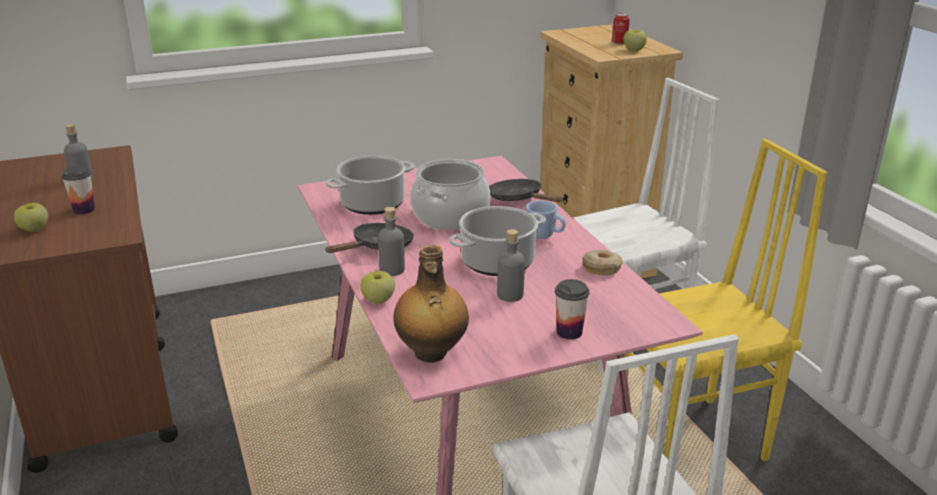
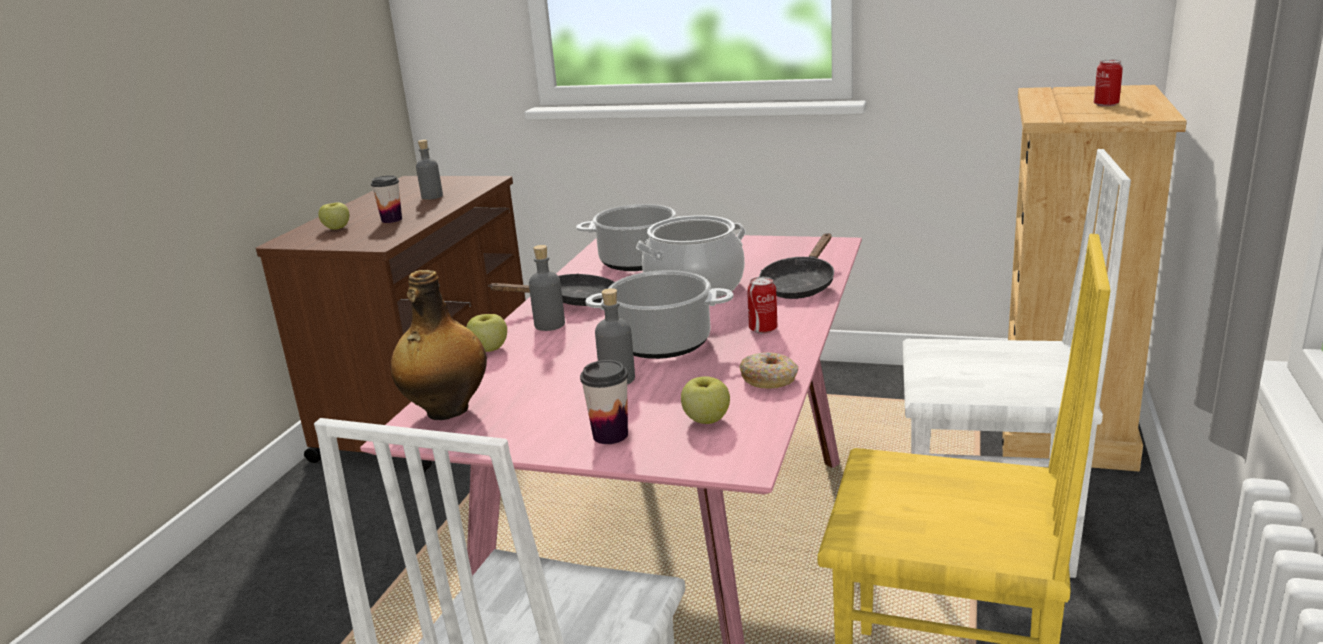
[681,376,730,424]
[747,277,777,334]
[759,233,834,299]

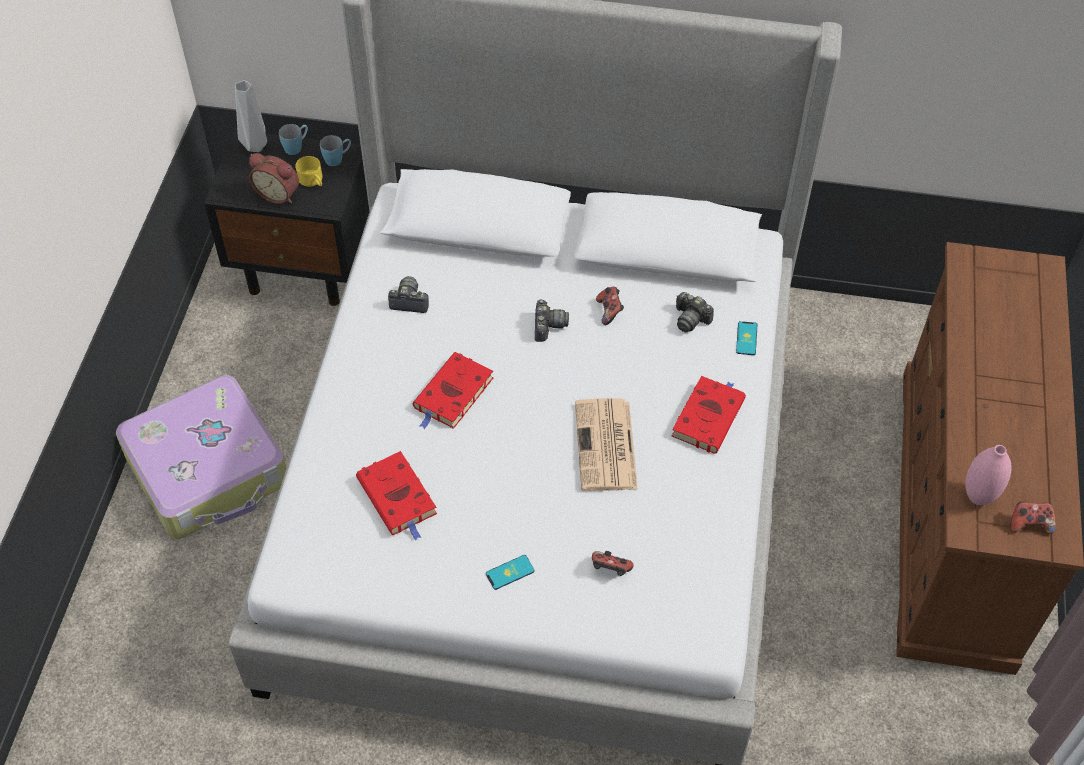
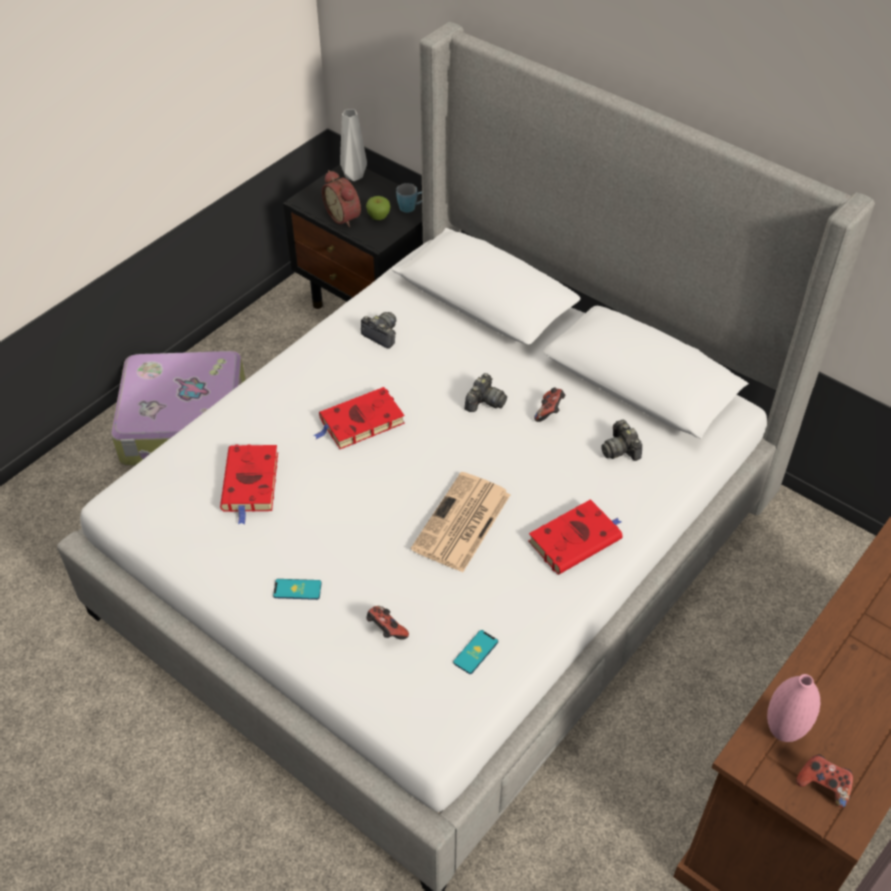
[279,124,308,155] (first image)
[453,630,498,674]
[366,196,391,220]

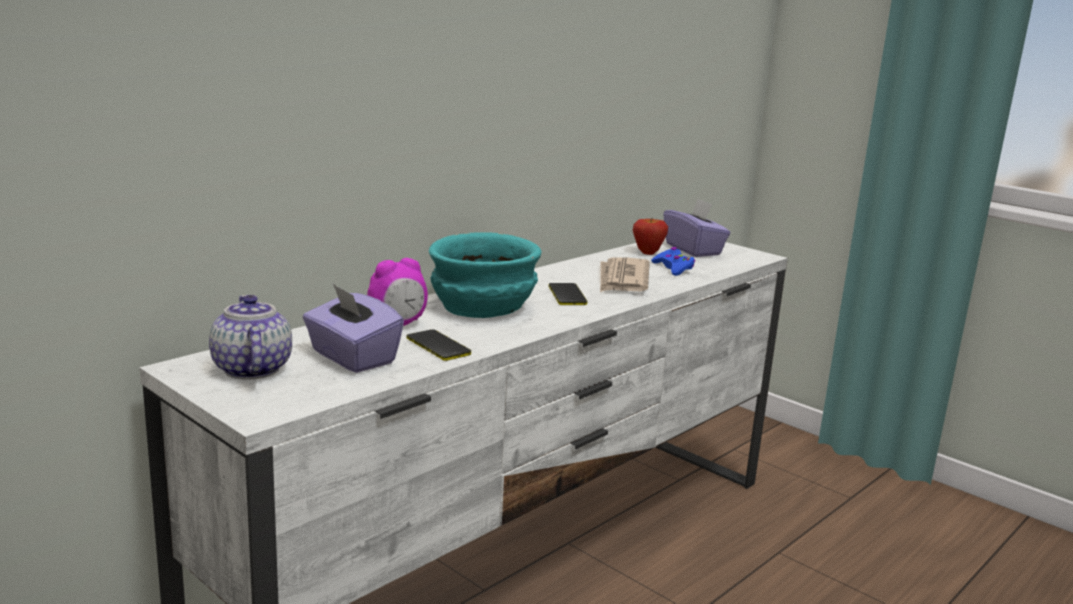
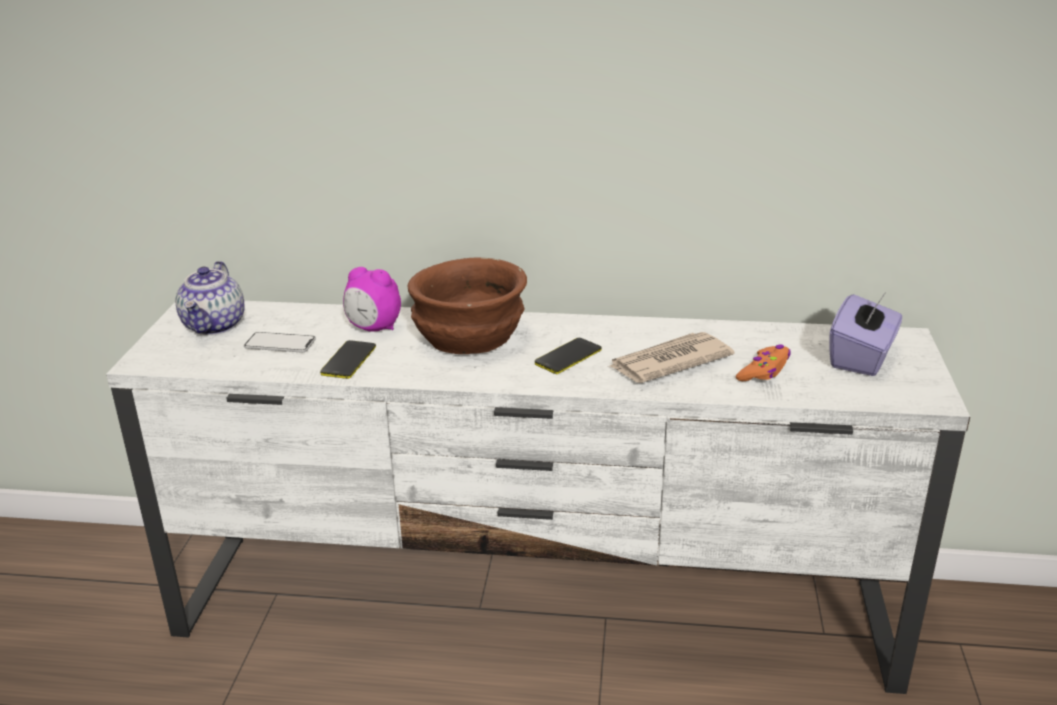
[633,218,668,255] (first image)
[244,332,316,353]
[407,258,527,354]
[736,345,791,381]
[176,261,245,335]

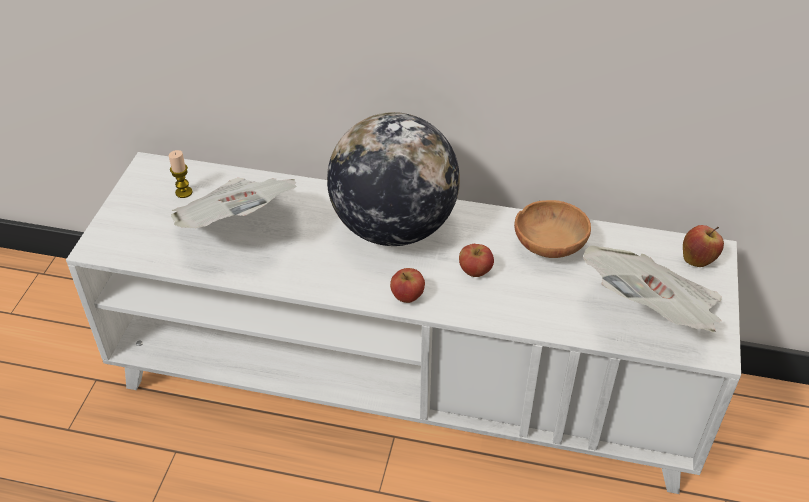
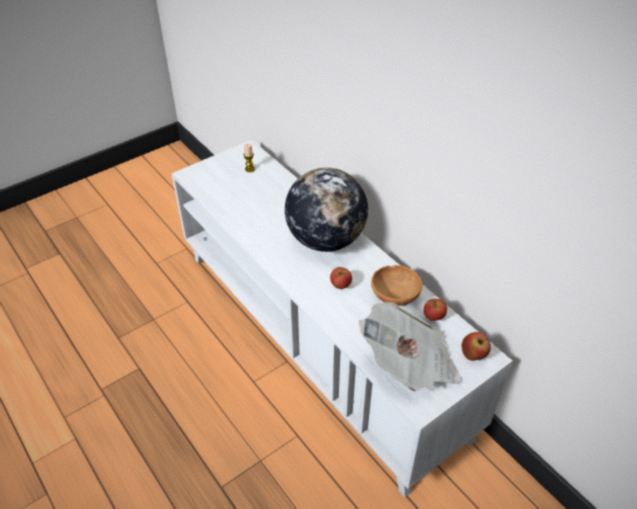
[171,178,297,228] (first image)
[424,299,447,321]

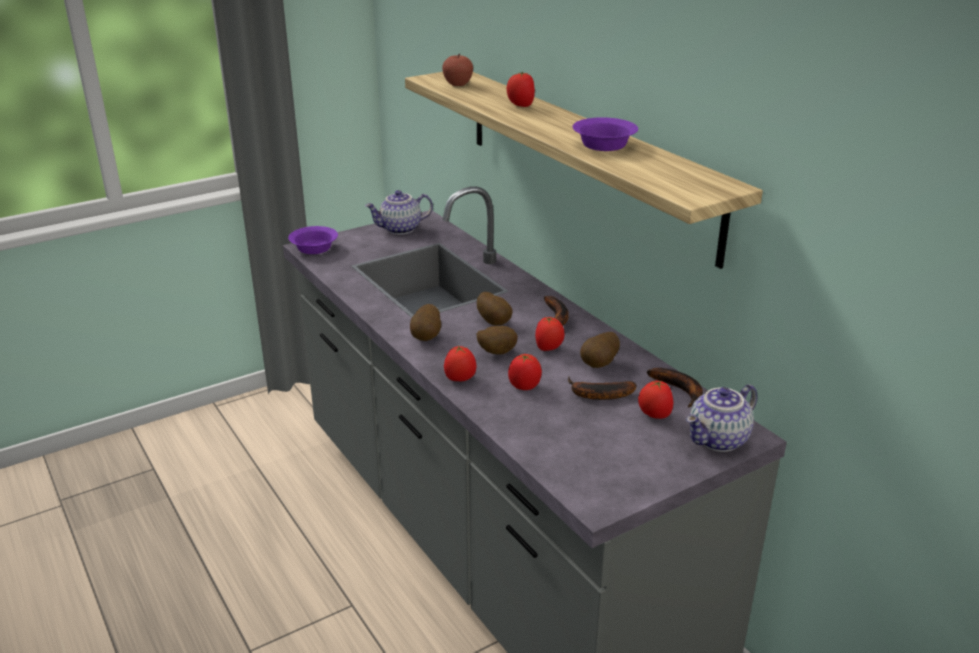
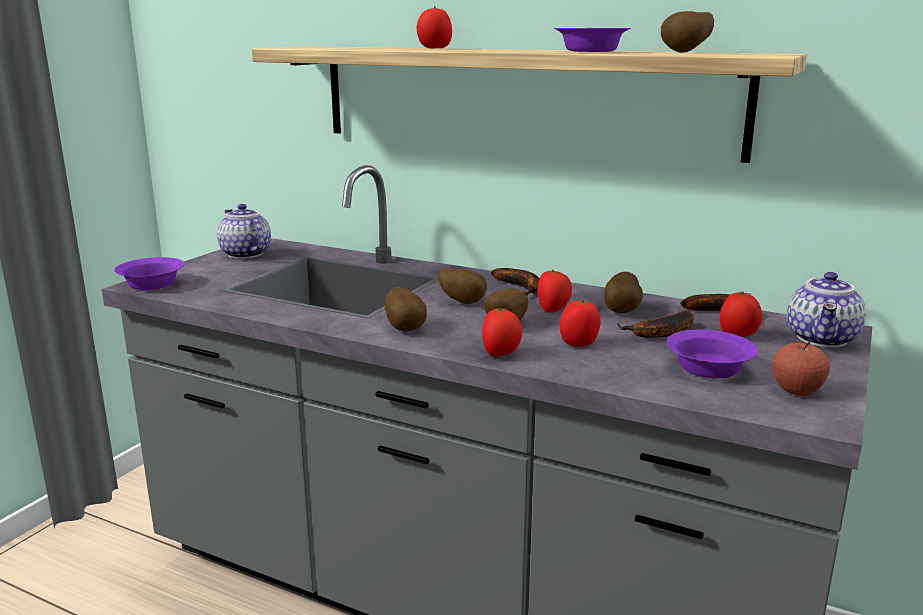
[661,11,714,53]
[666,330,758,378]
[772,341,830,396]
[217,204,271,259]

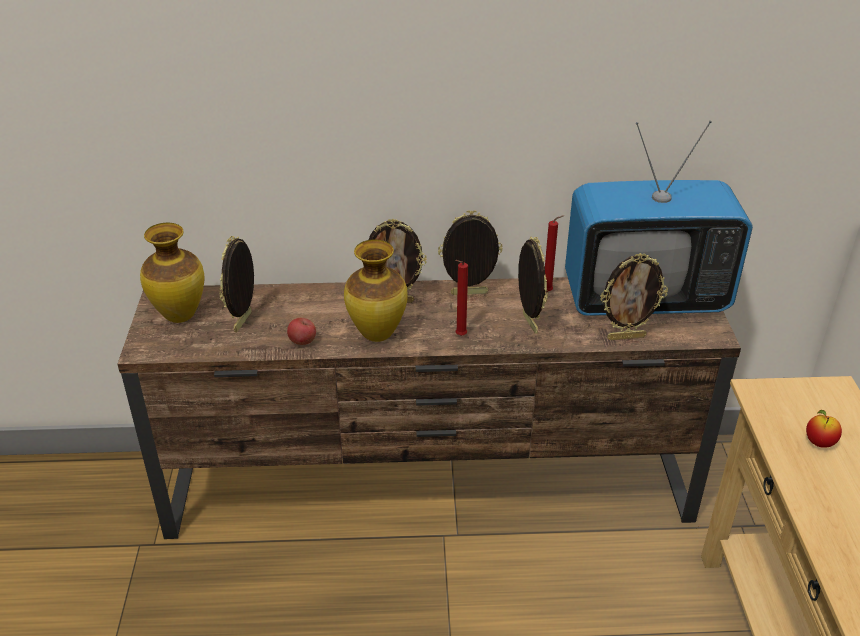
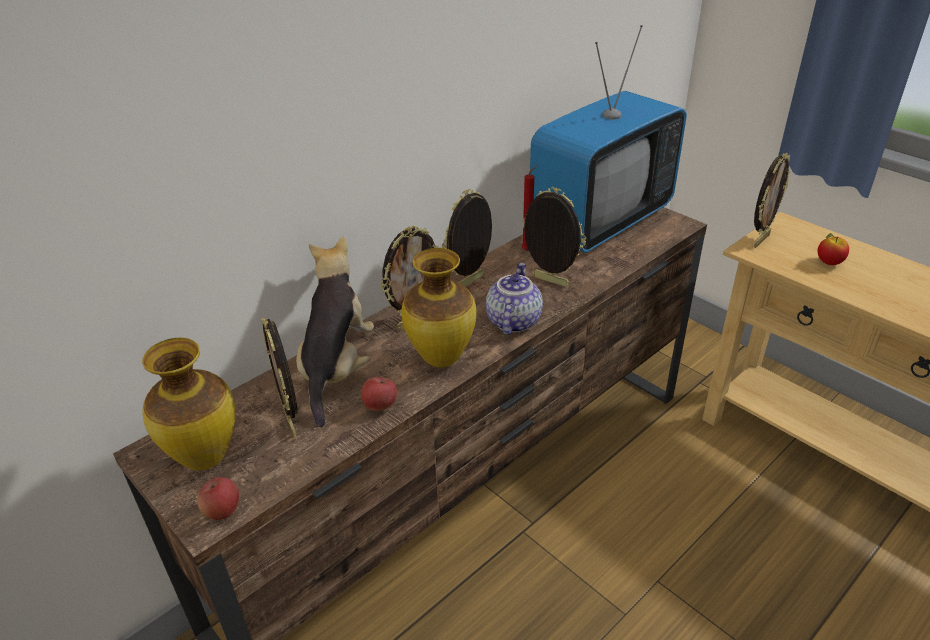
[197,477,239,520]
[296,237,374,427]
[754,153,790,248]
[486,262,543,335]

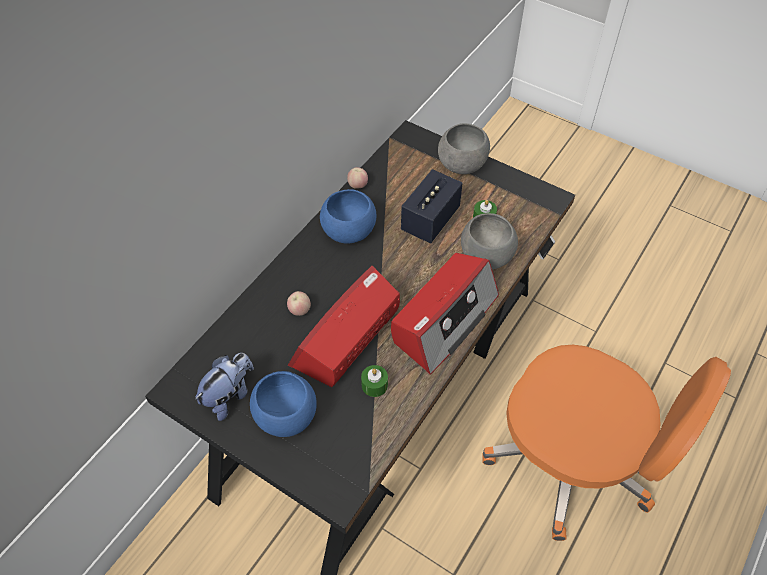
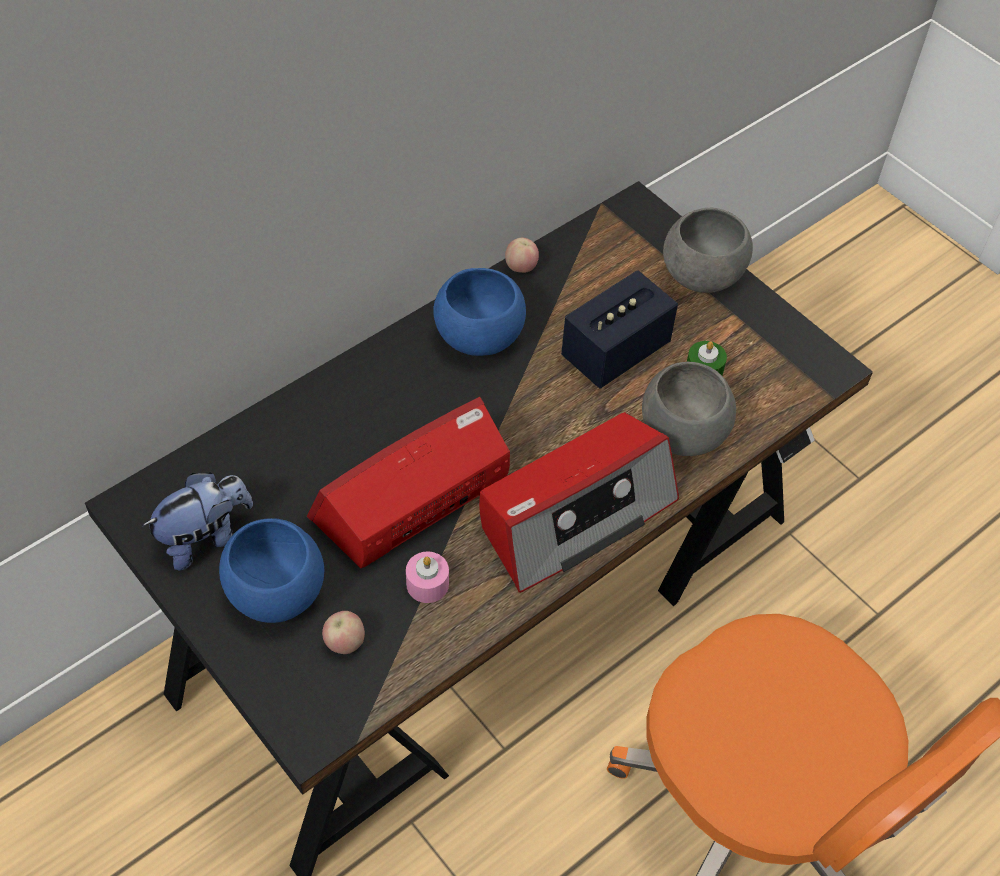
[322,611,365,654]
[406,552,449,603]

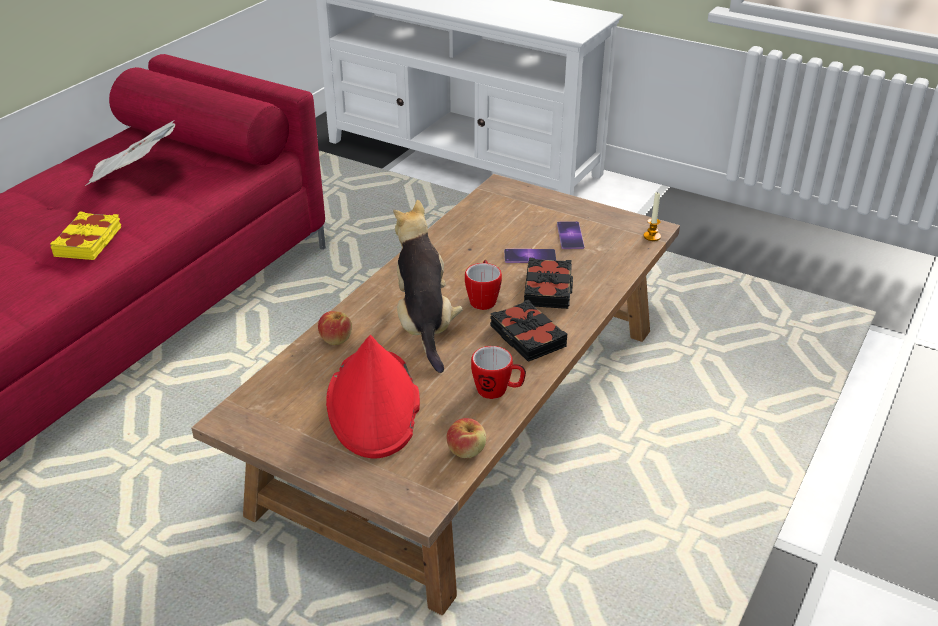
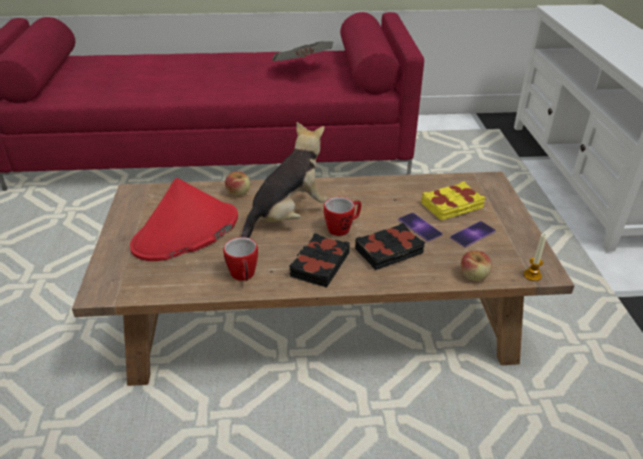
[421,182,485,220]
[461,251,492,281]

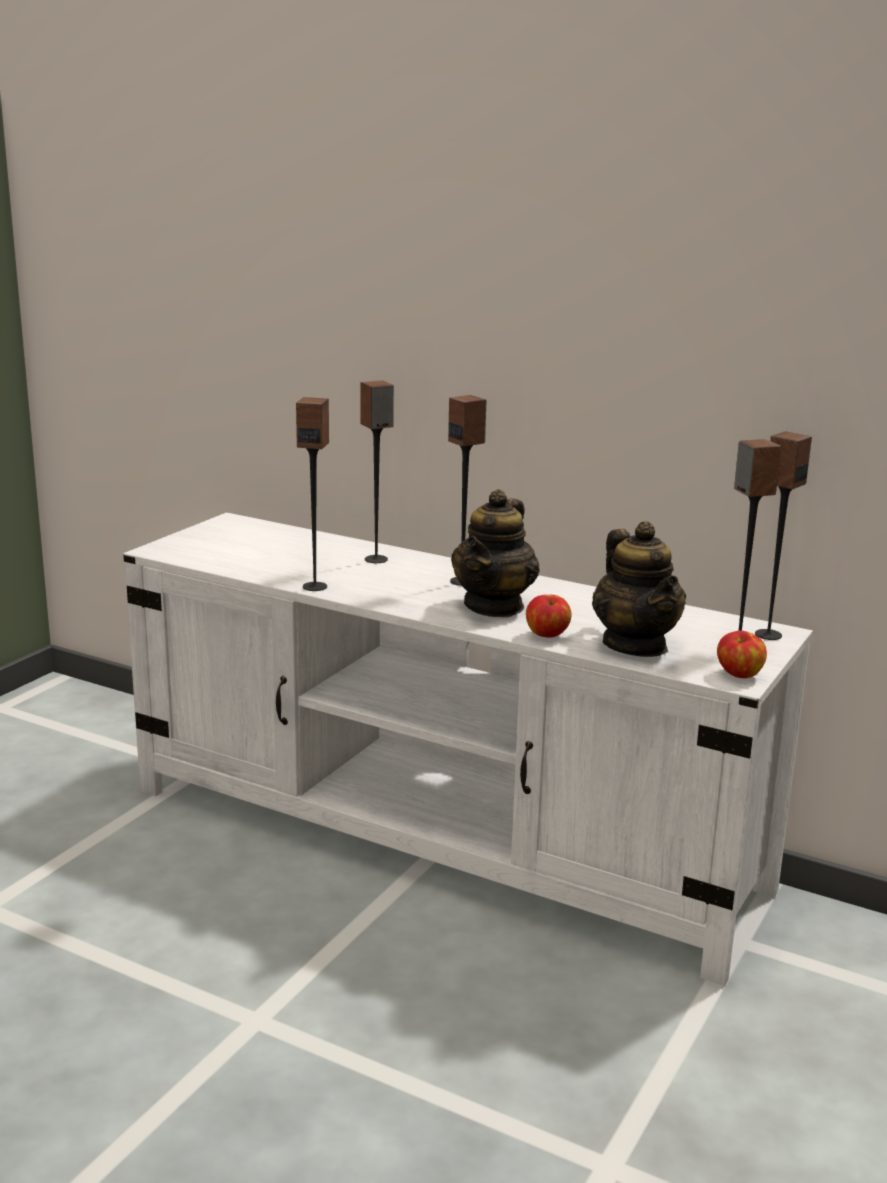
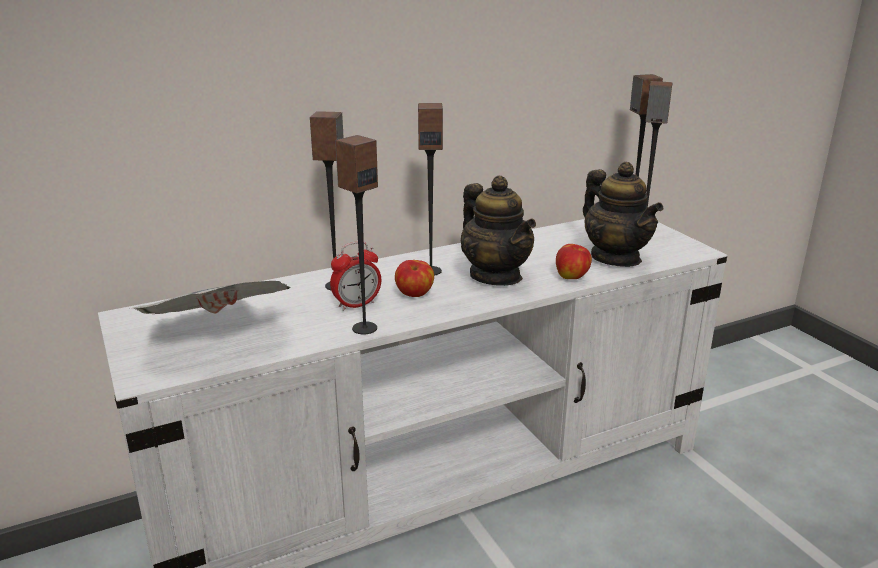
[134,281,291,314]
[330,242,381,311]
[395,260,434,297]
[583,162,664,267]

